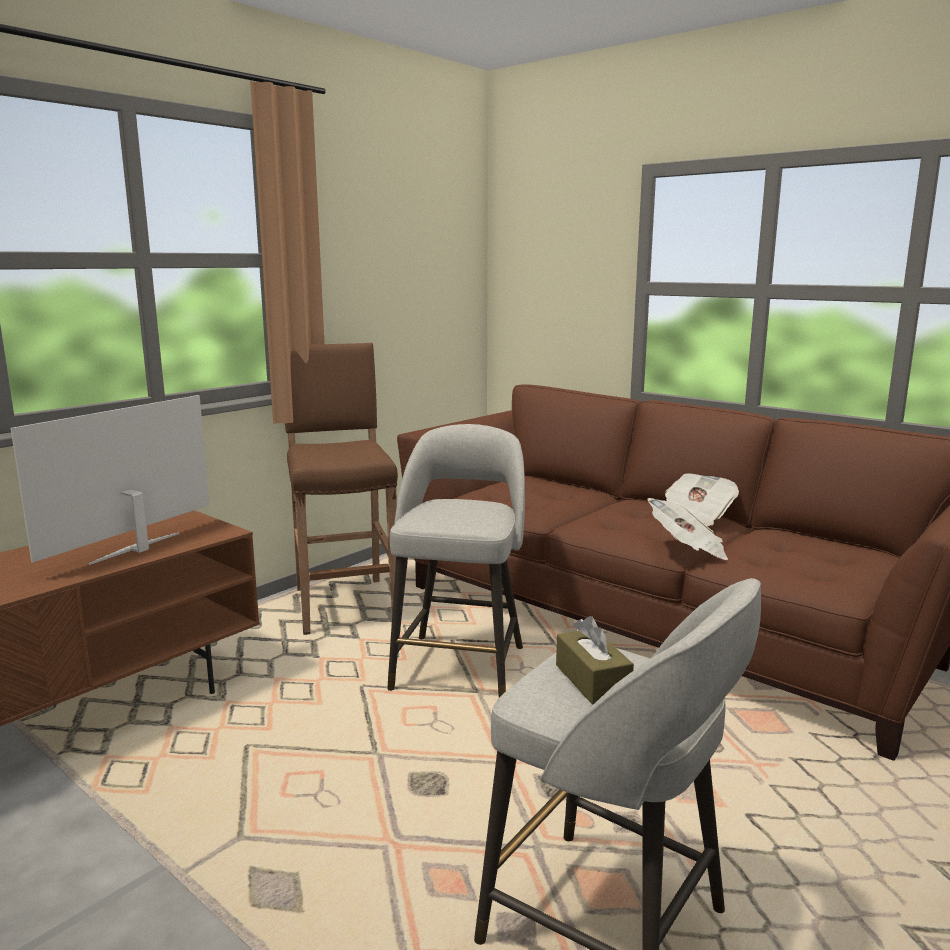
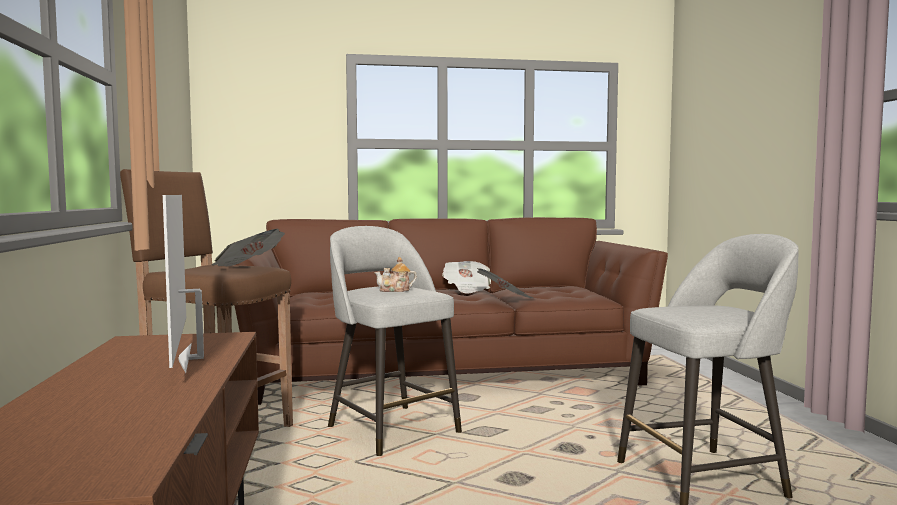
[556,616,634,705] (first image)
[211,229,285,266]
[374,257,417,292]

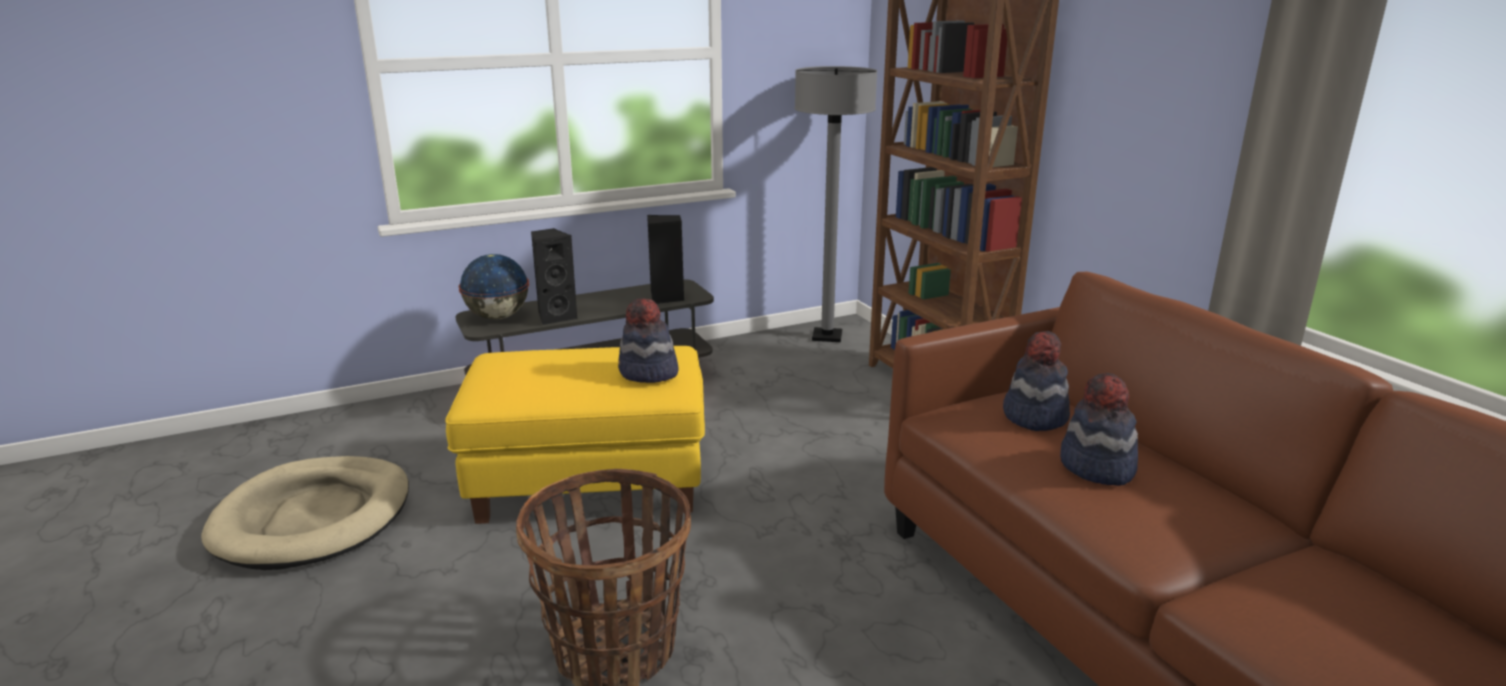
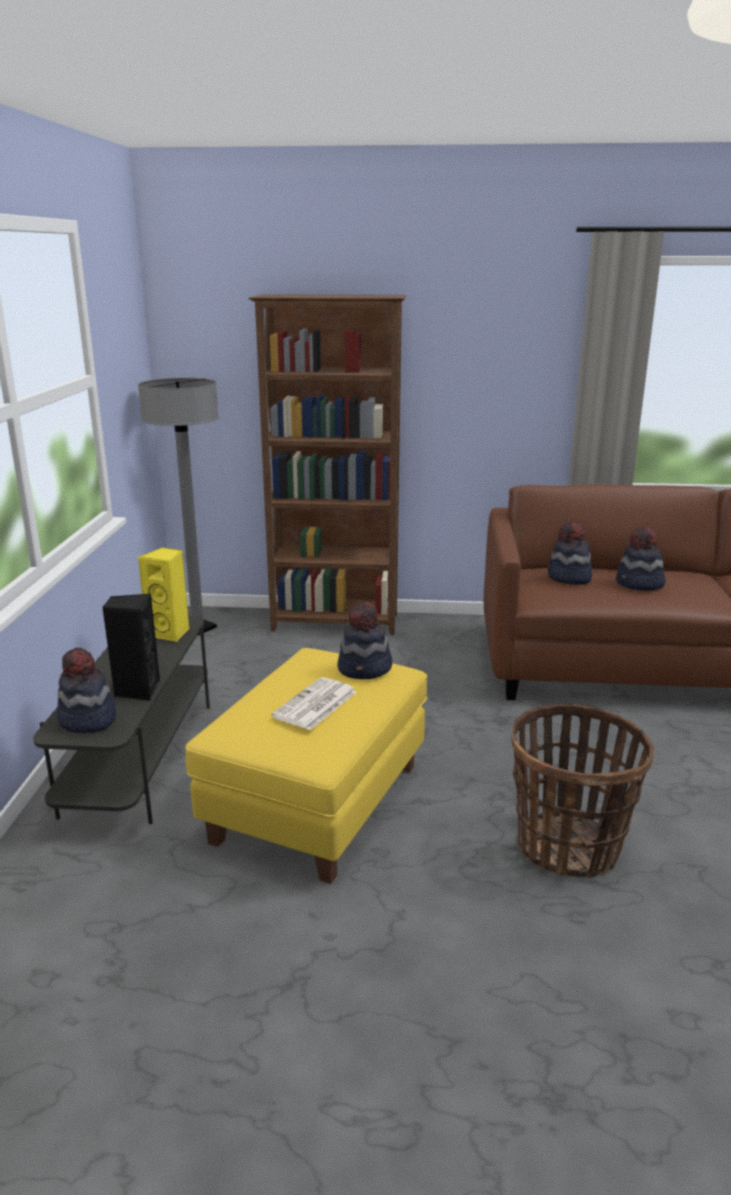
[201,456,409,570] (first image)
[271,677,357,730]
[57,648,116,733]
[138,547,189,642]

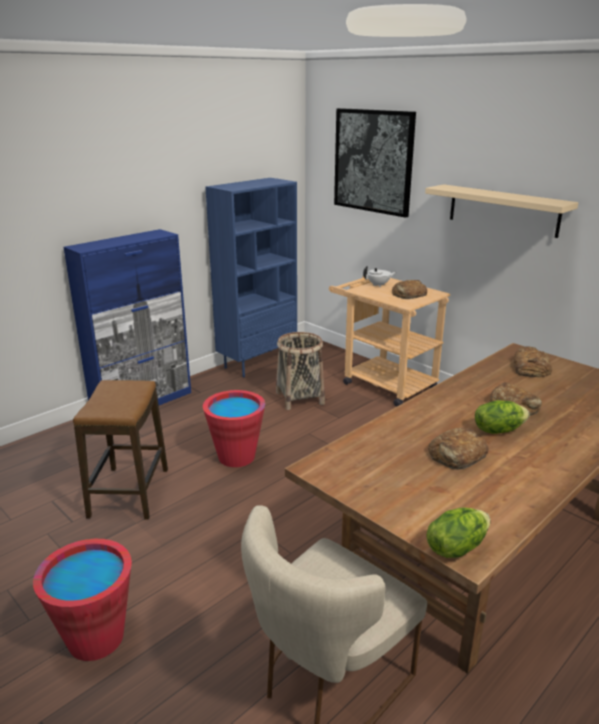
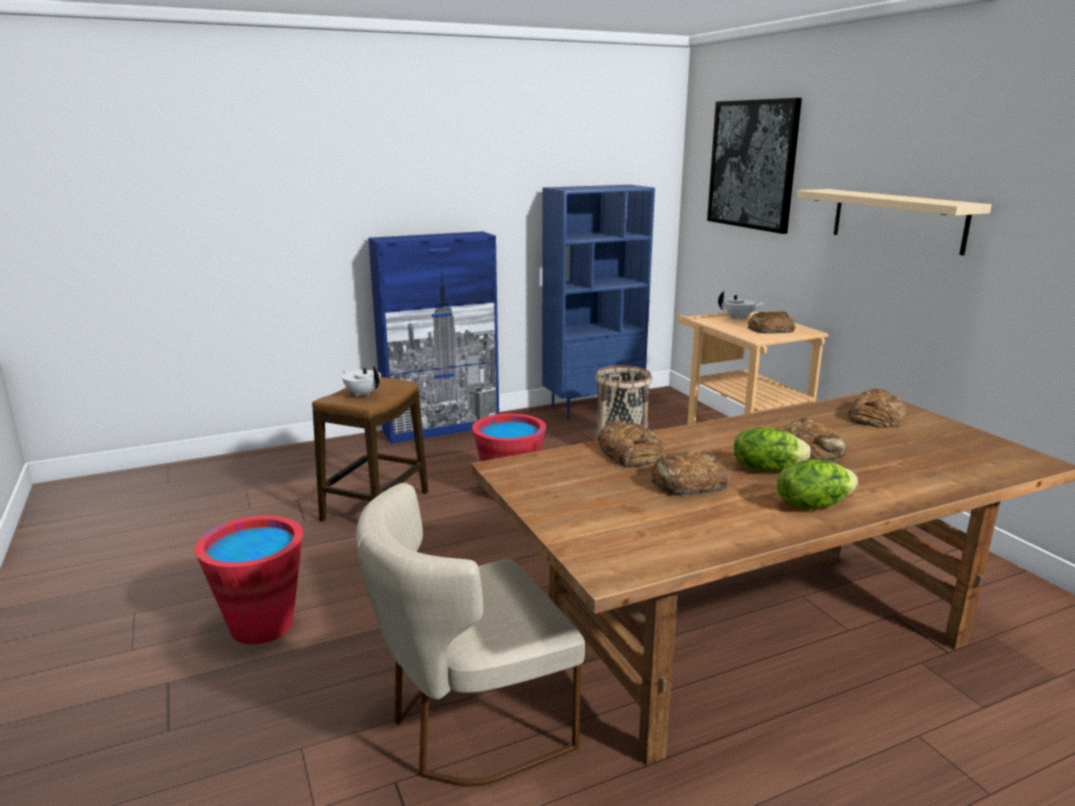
[342,366,381,397]
[598,421,664,468]
[777,459,858,509]

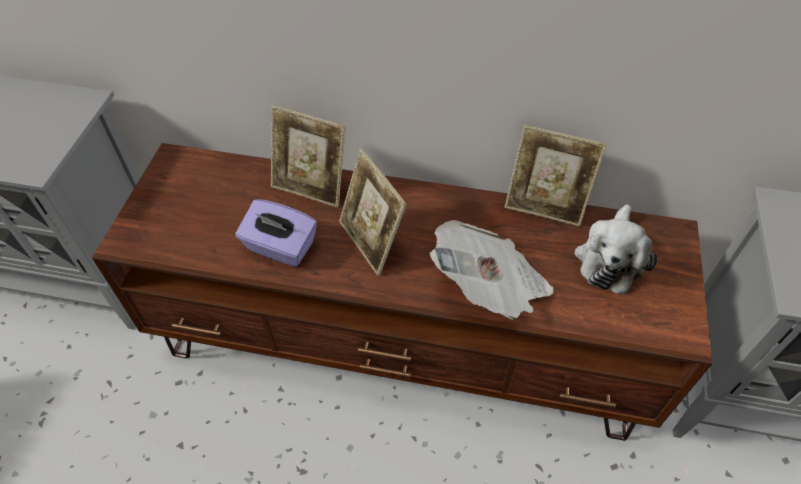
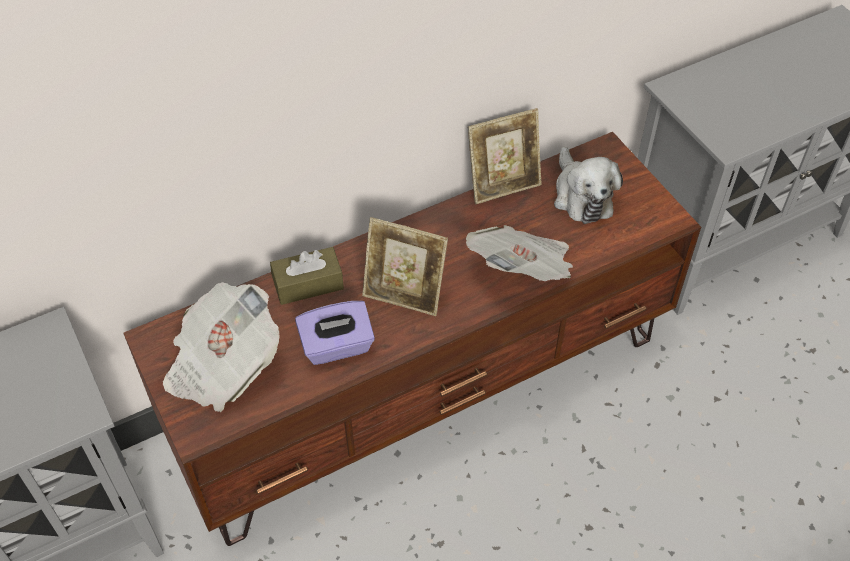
[163,282,280,412]
[270,247,344,305]

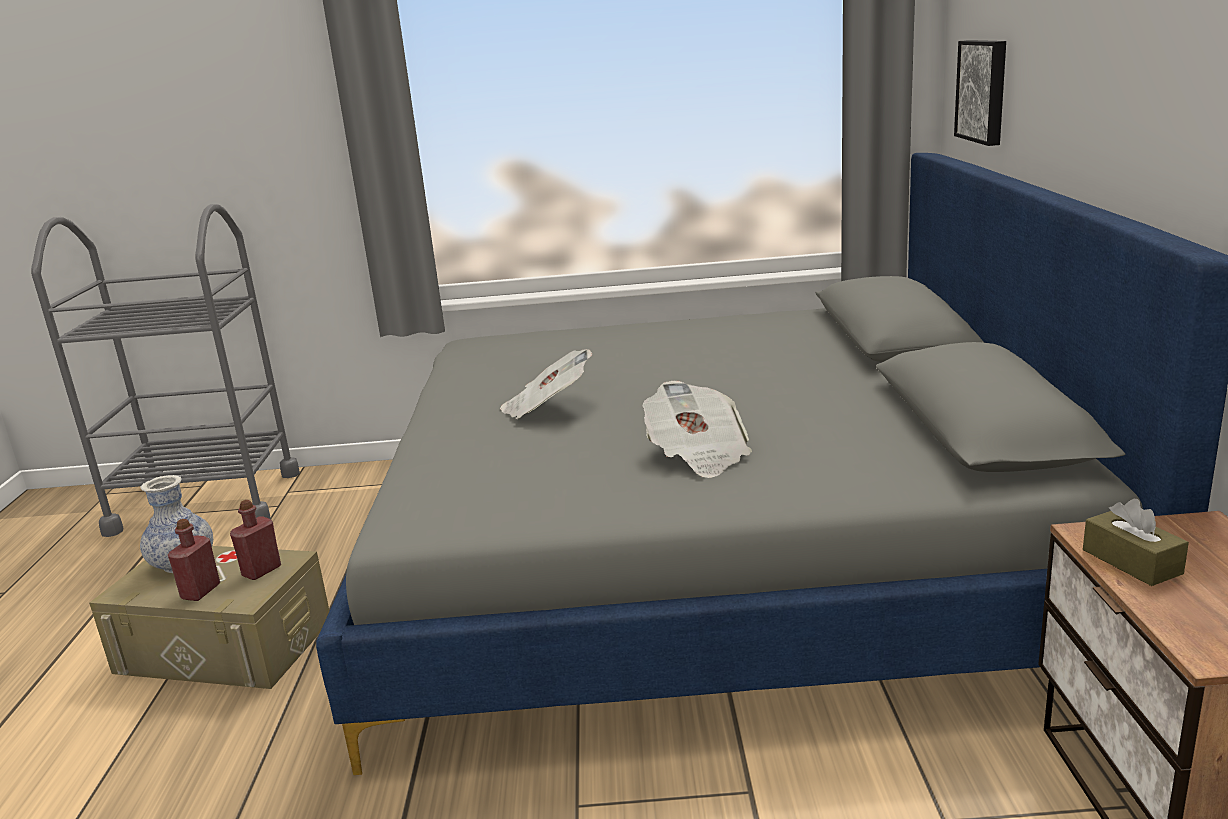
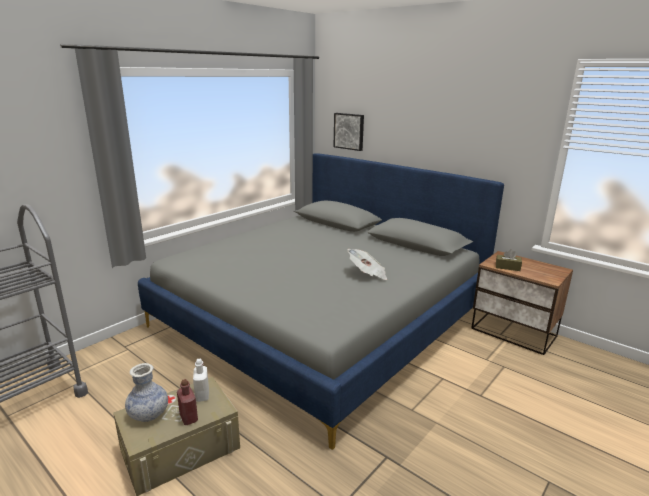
[500,349,592,419] (first image)
[193,359,209,402]

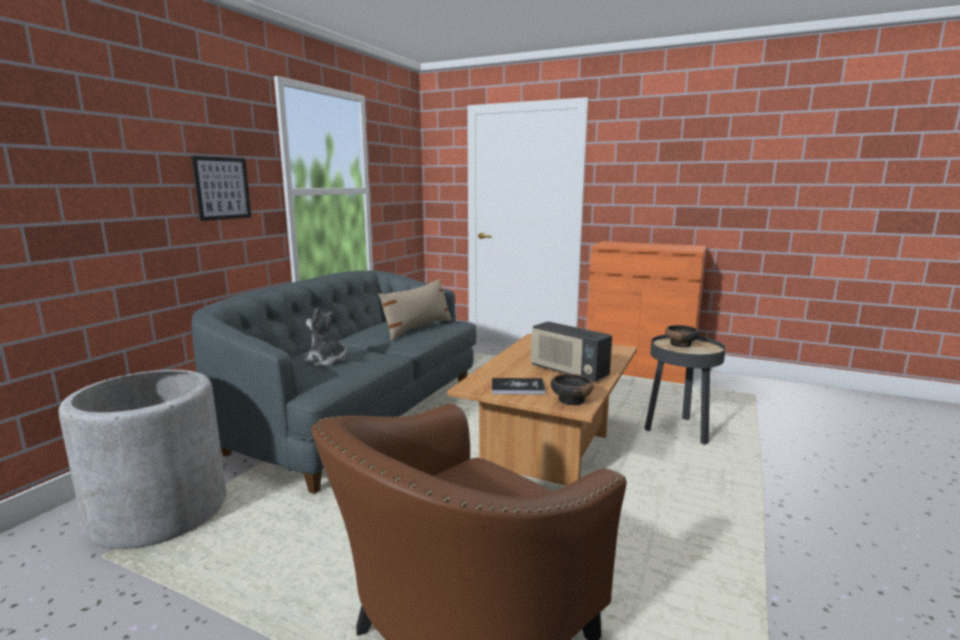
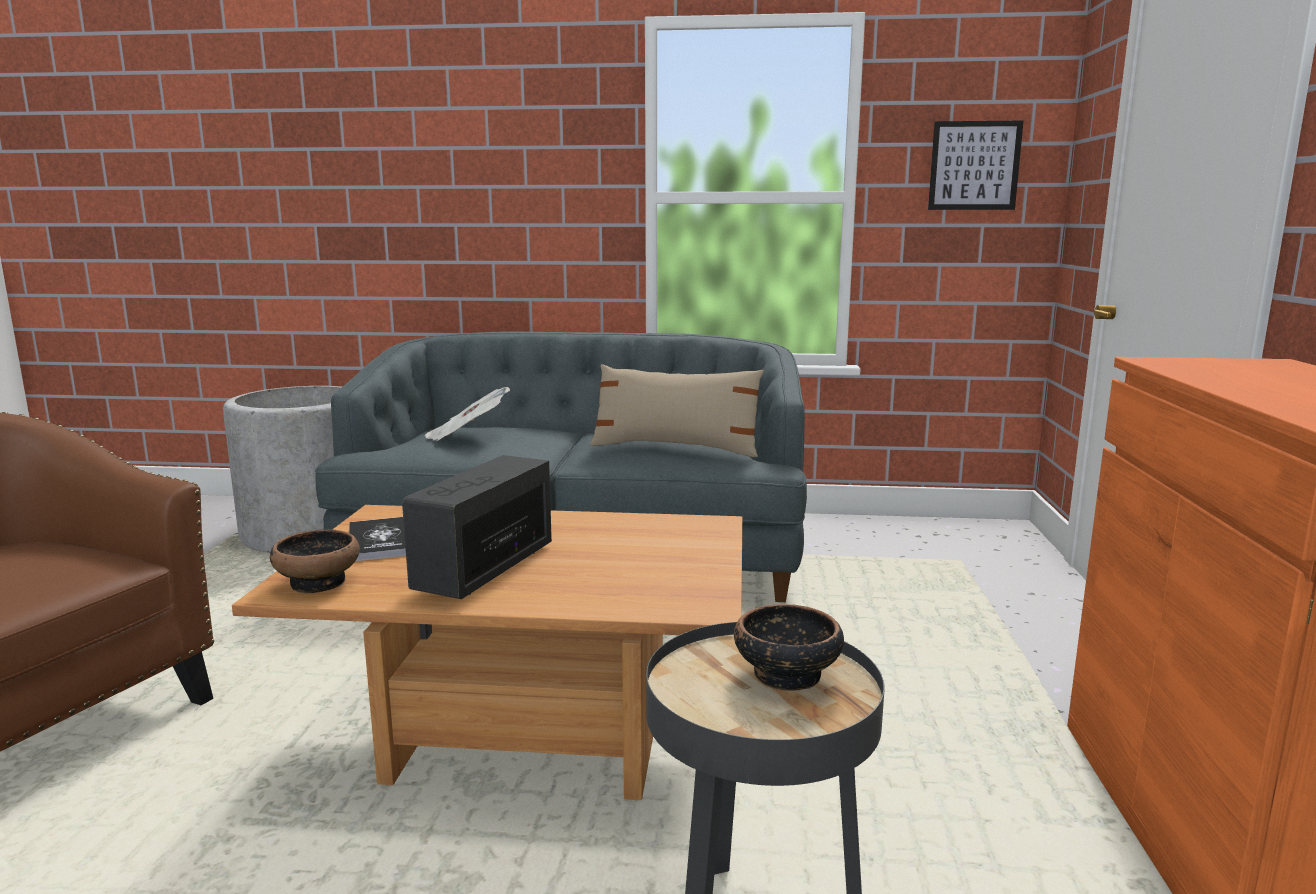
[928,120,1024,210]
[425,387,510,441]

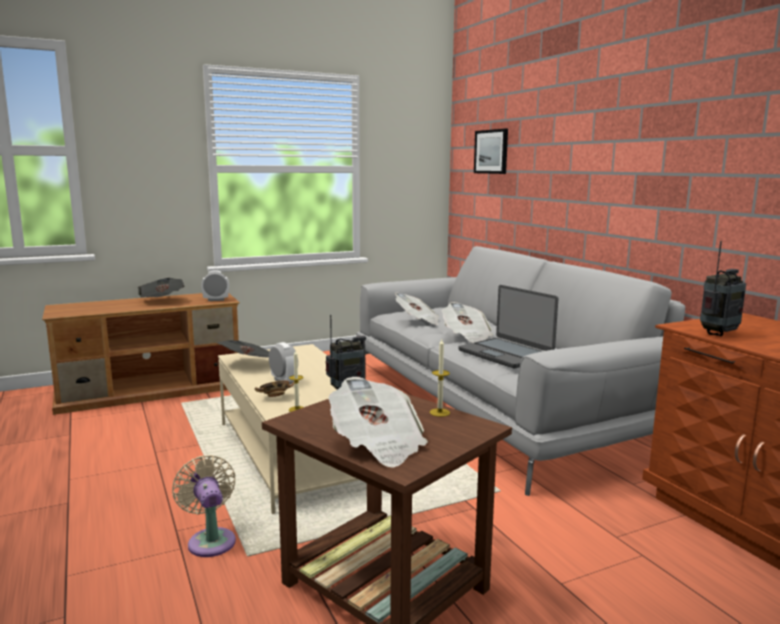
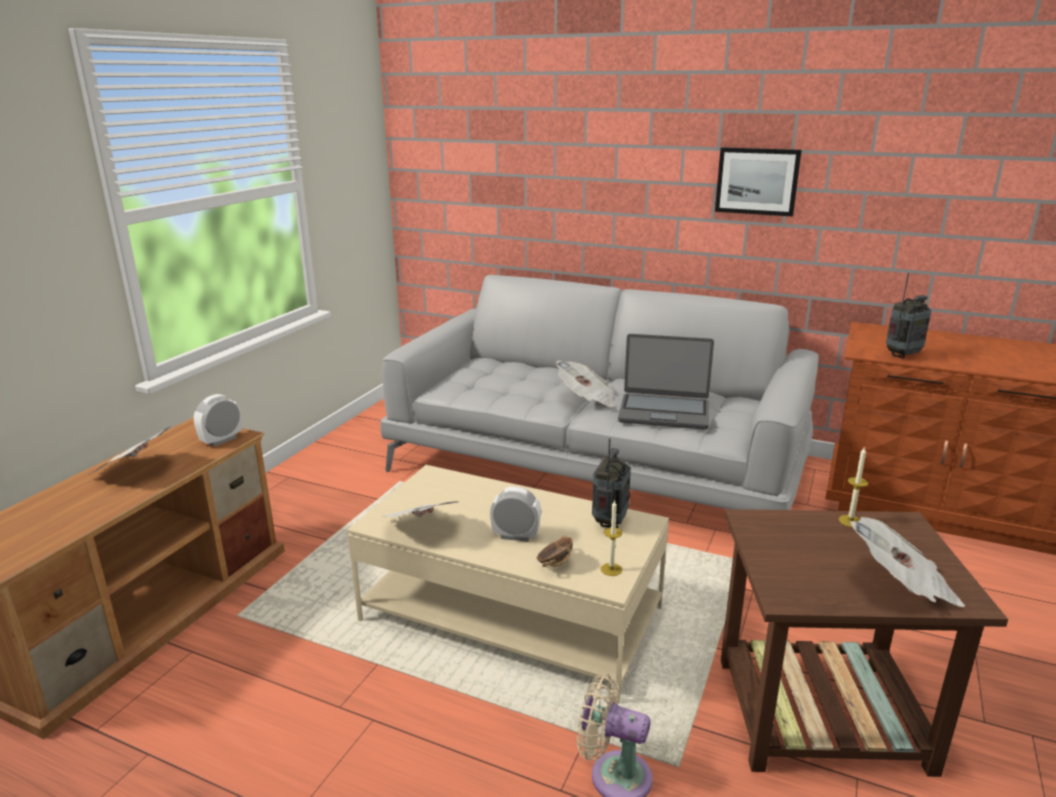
[395,292,439,325] (first image)
[715,147,802,217]
[886,273,932,359]

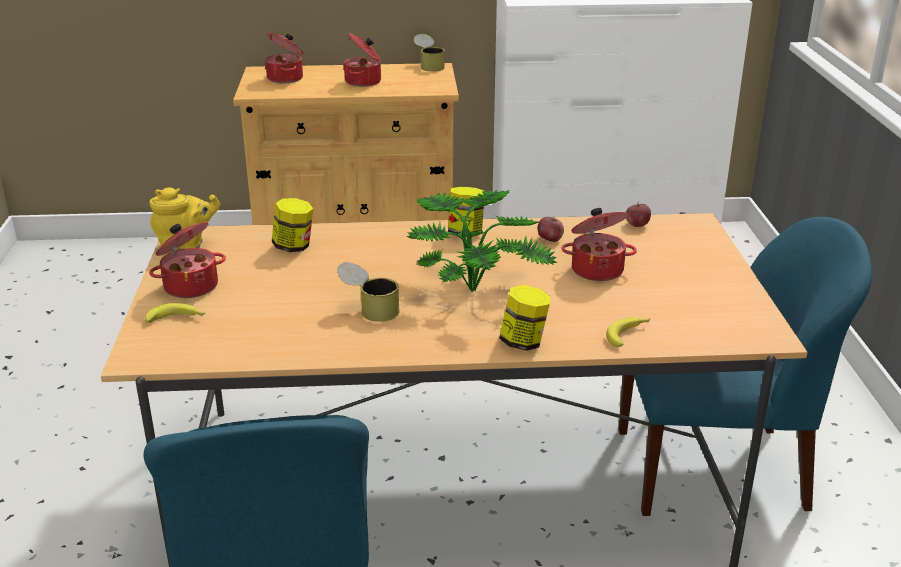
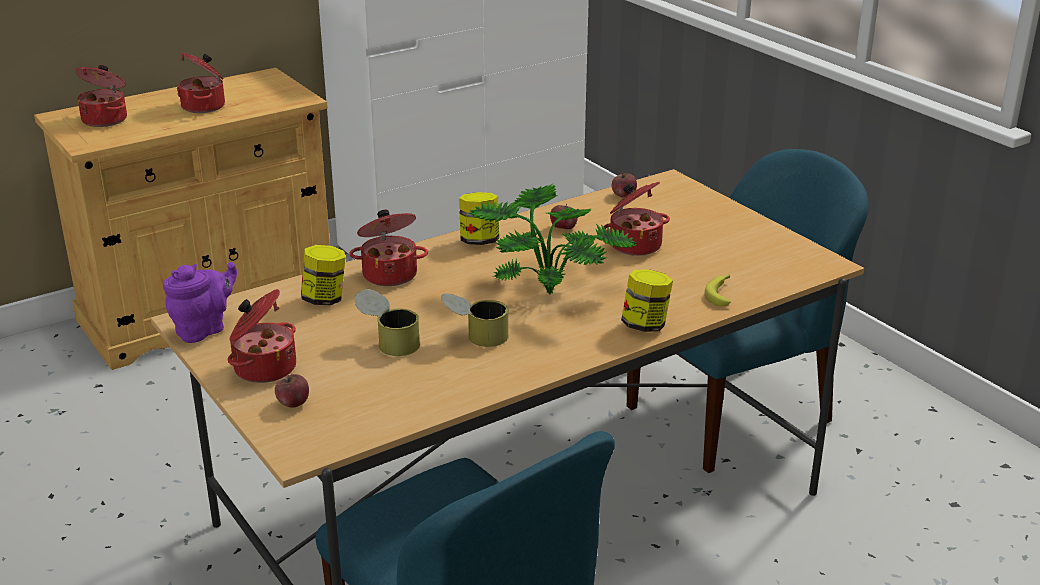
[349,210,428,286]
[355,289,420,356]
[275,374,309,408]
[163,262,237,343]

